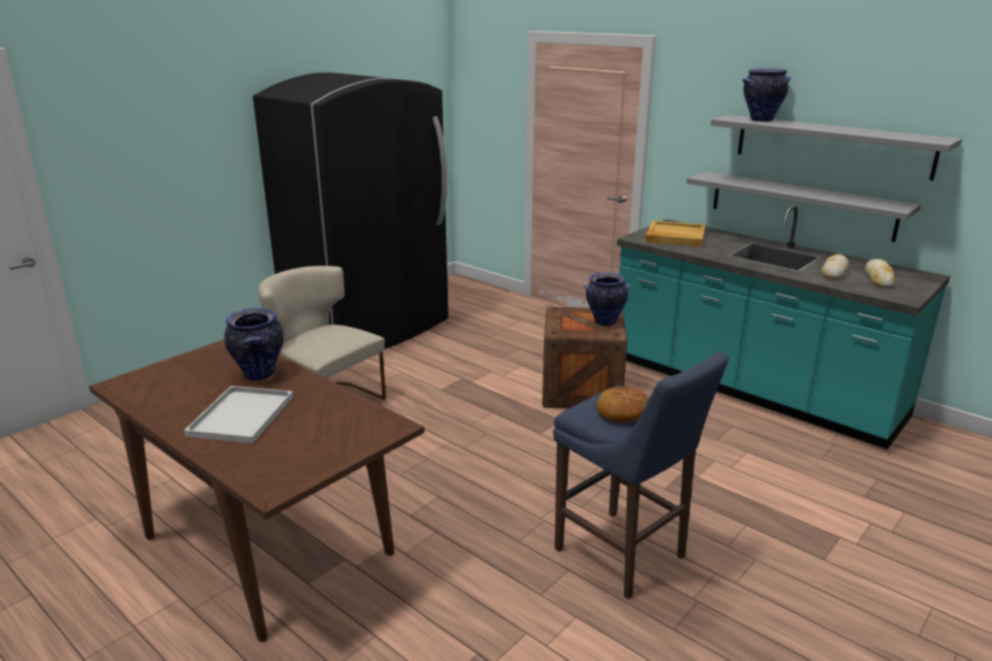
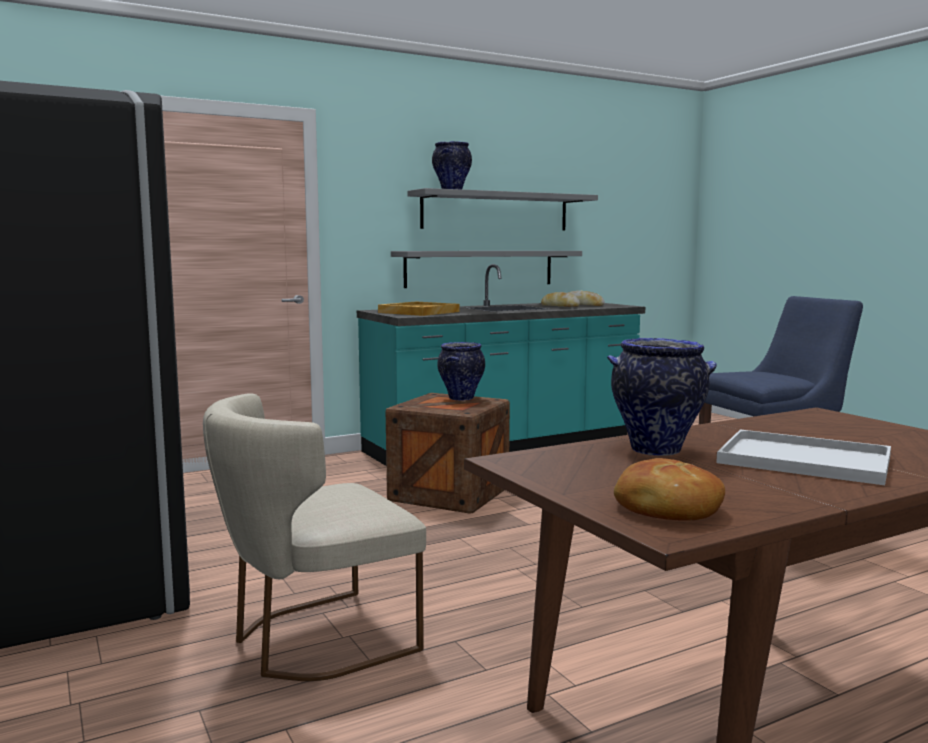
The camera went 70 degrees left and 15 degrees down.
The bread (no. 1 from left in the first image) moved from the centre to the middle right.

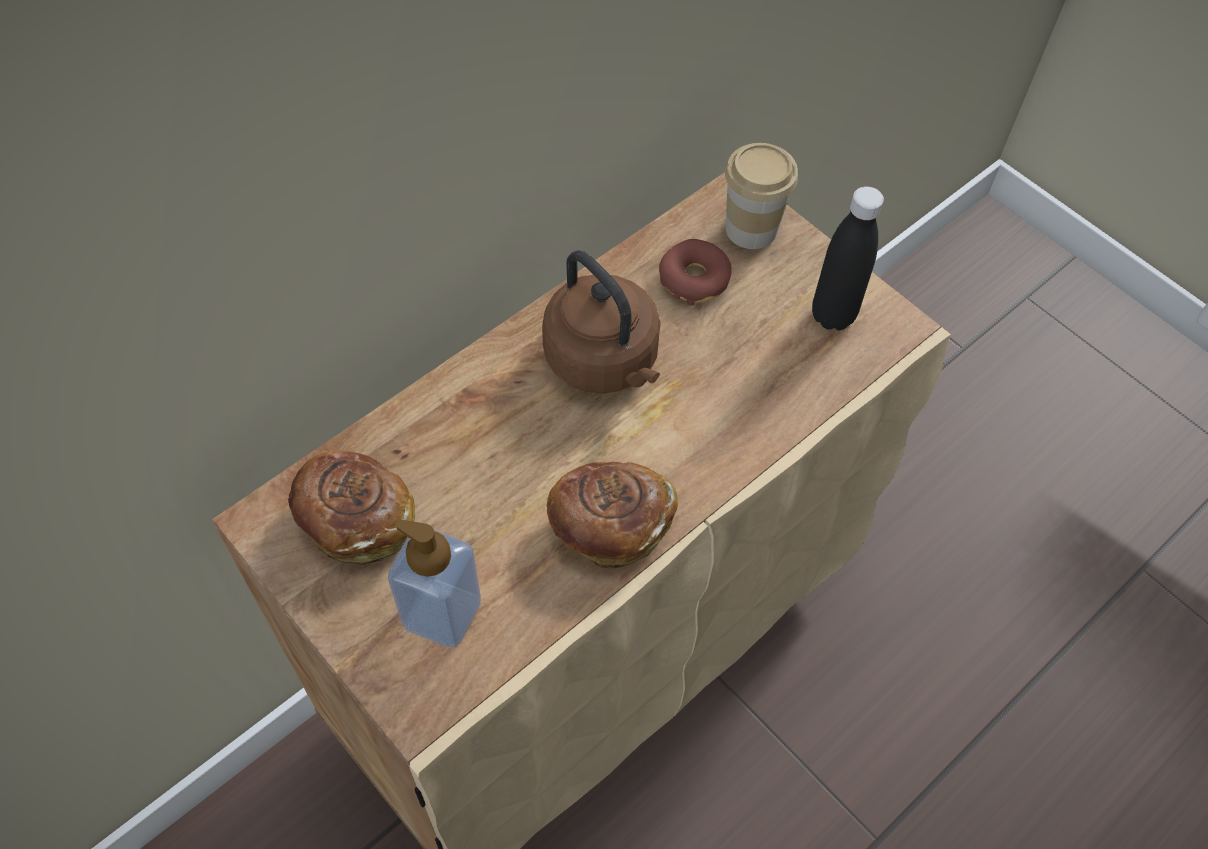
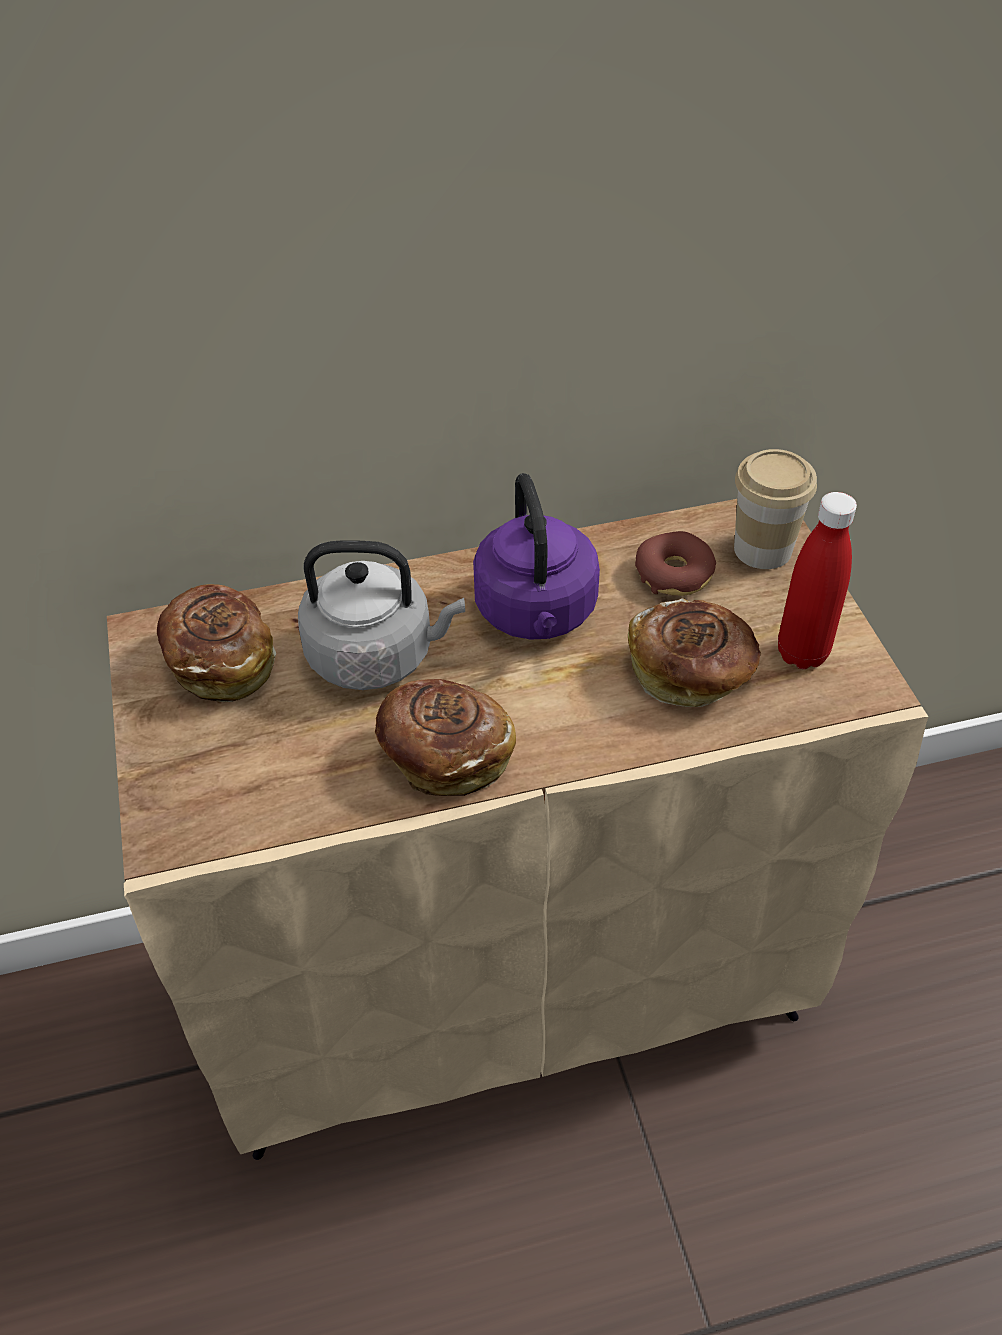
The camera went 30 degrees right and 10 degrees down.
The soap dispenser at the bottom centre disappeared.
The brown kettle at the centre became the purple kettle at the centre.
The black bottle at the top right became the red bottle at the middle right.
The grey kettle at the centre appeared.
The bread (no. 3 from left) at the middle right appeared.

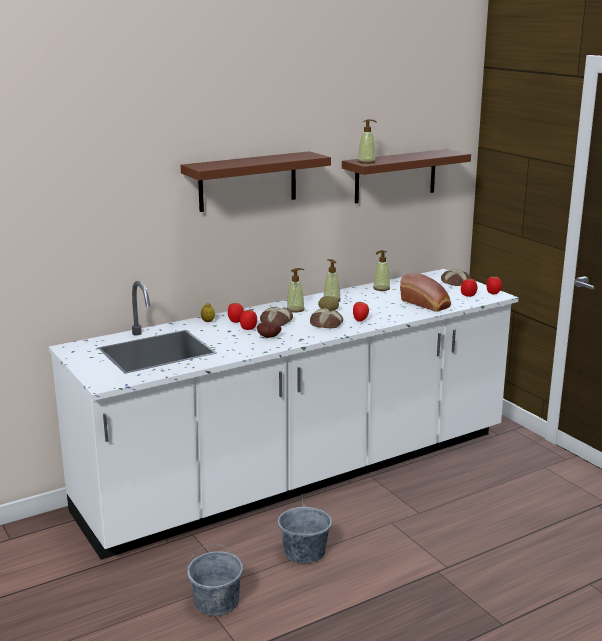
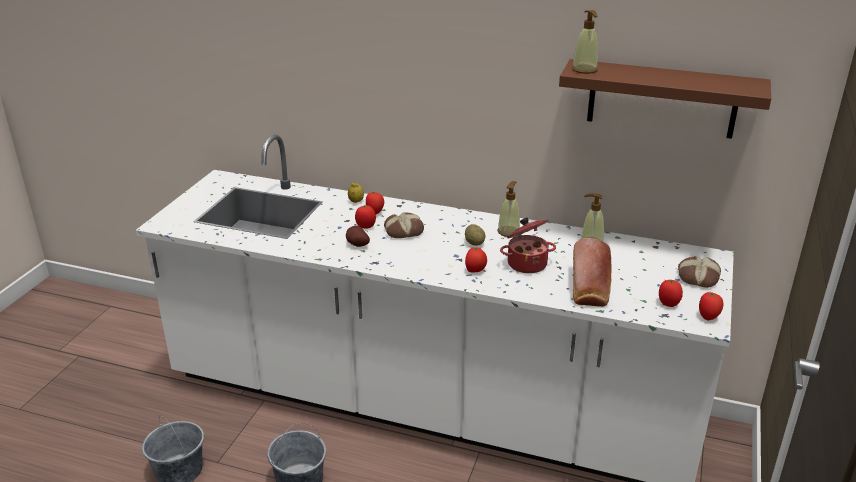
The camera went 50 degrees right and 10 degrees up.
The brown shelf (no. 1 from left) at the top centre disappeared.
The soap dispenser (no. 1 from left) at the centre disappeared.
The bread (no. 2 from left) at the centre disappeared.
The cooking pot at the centre appeared.

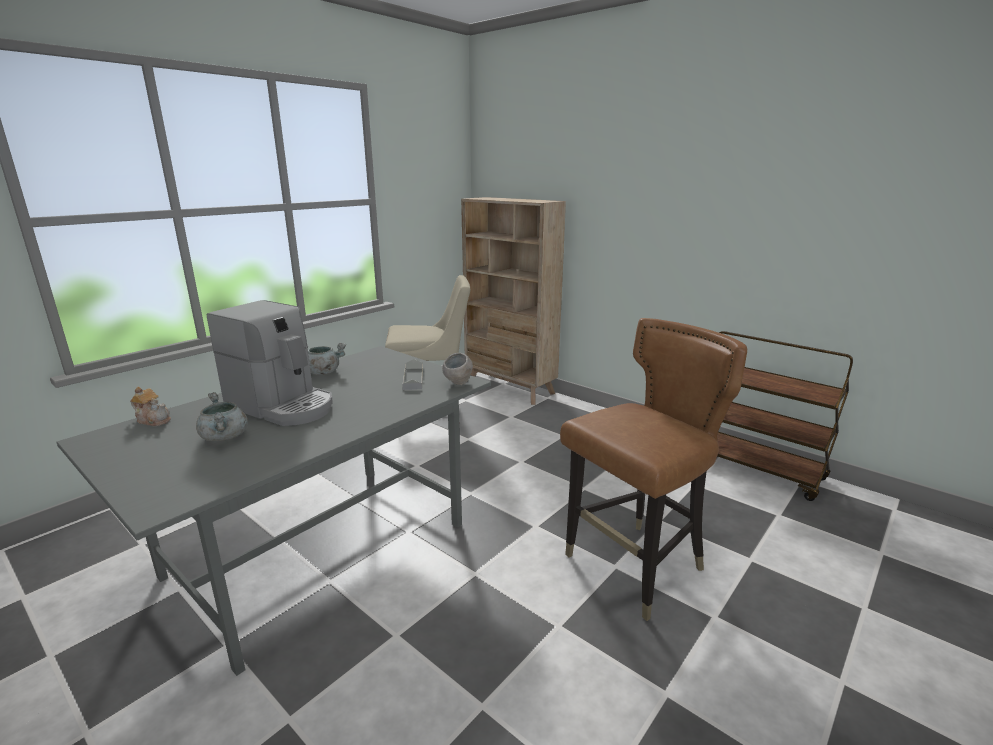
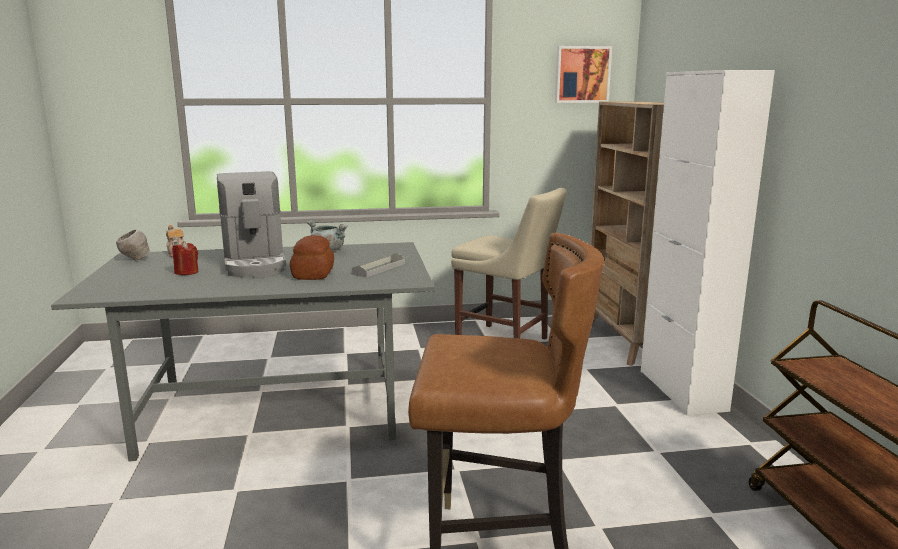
The camera went 40 degrees right and 5 degrees down.
The grey cooking pot (no. 1 from left) at the middle left was replaced by the red candle at the middle left.
The grey bowl moved from the centre to the middle left.
The bread at the centre appeared.
The picture at the top centre appeared.
The white cabinet at the middle right appeared.

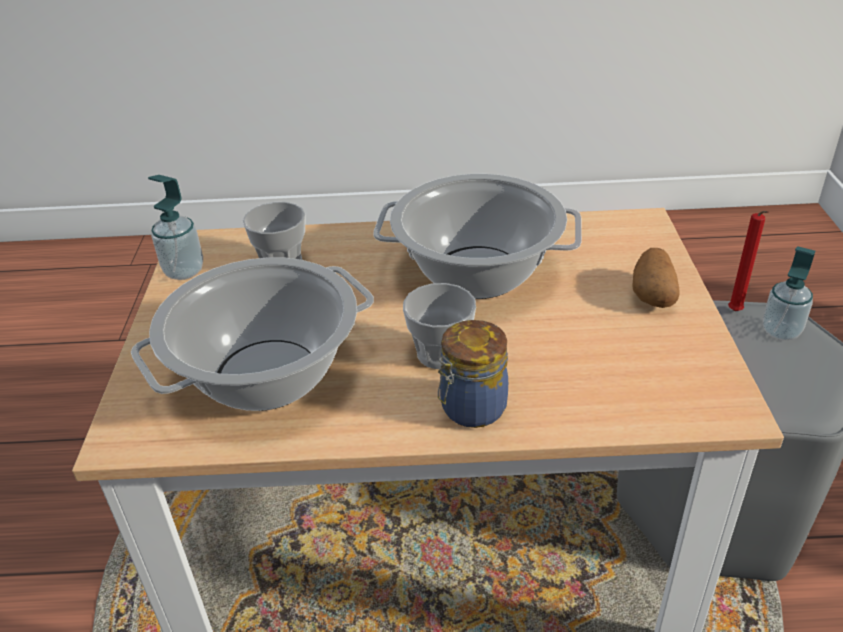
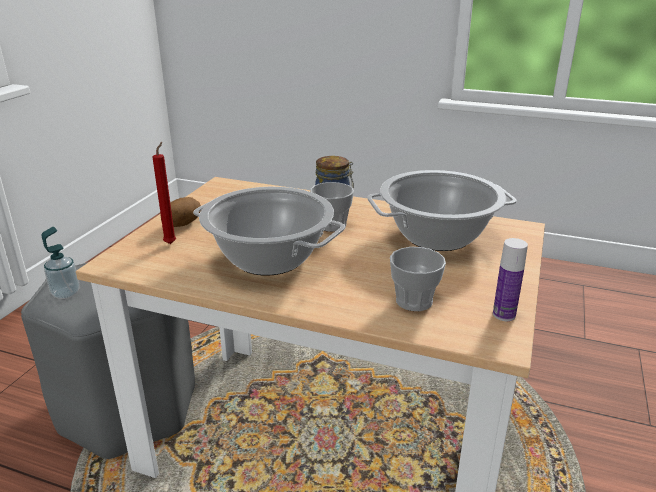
The camera went 160 degrees left and 10 degrees down.
The soap dispenser (no. 1 from left) at the middle left was replaced by the bottle at the middle right.
The red candle moved from the middle right to the middle left.

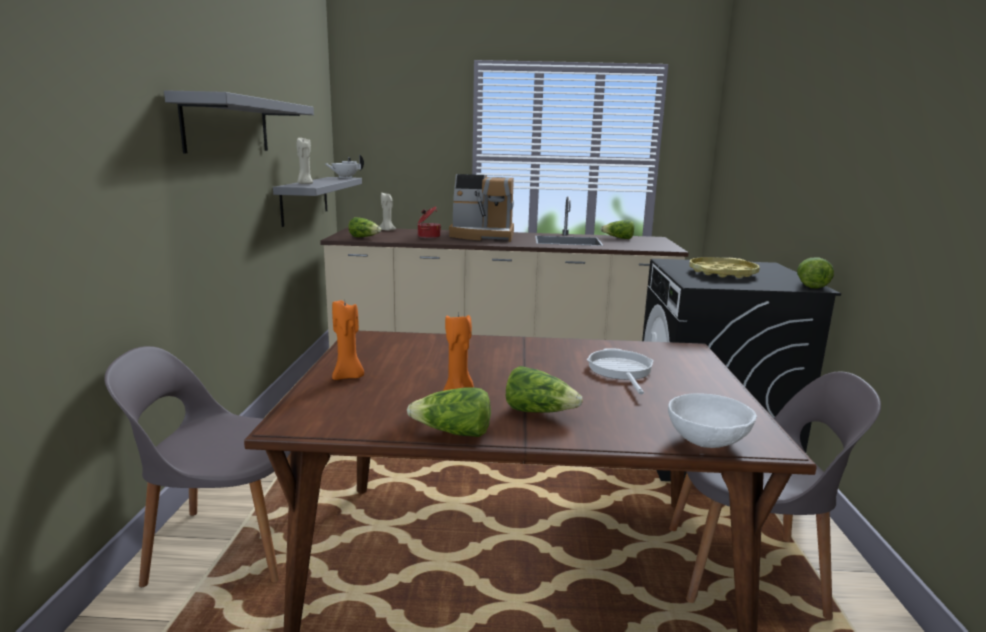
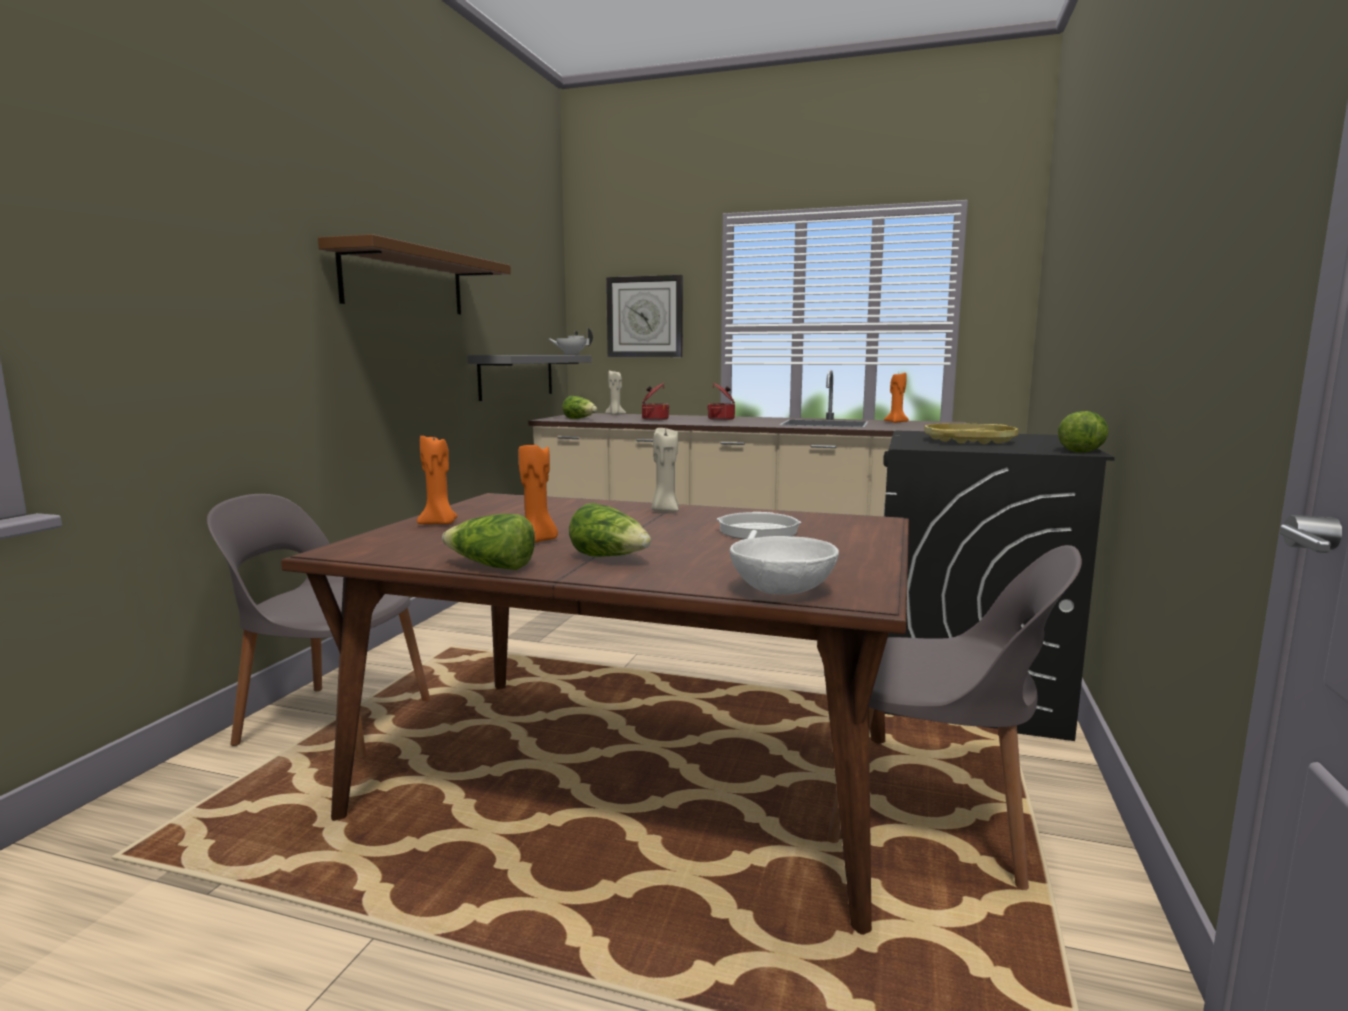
The camera went 15 degrees right and 5 degrees down.
The grey shelf (no. 1 from left) at the top left became the brown shelf at the top left.
The beige candle (no. 1 from left in the first image) moved from the top left to the centre.
The coffee machine at the top centre was replaced by the cooking pot (no. 2 from left) at the centre.
The lettuce (no. 4 from left) at the centre was replaced by the orange candle (no. 3 from left) at the centre.
The wall clock at the top centre appeared.

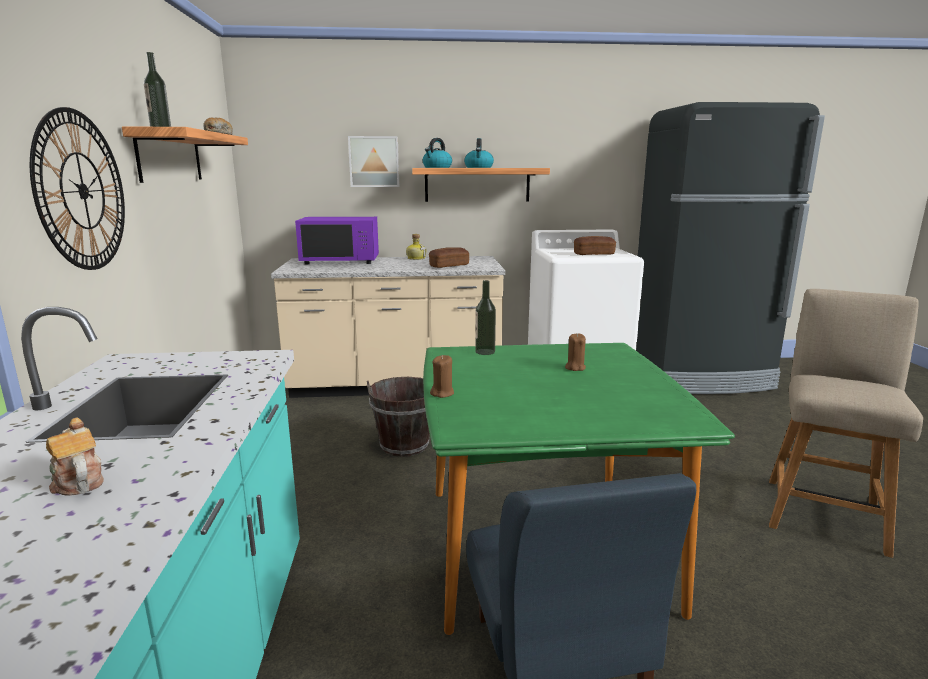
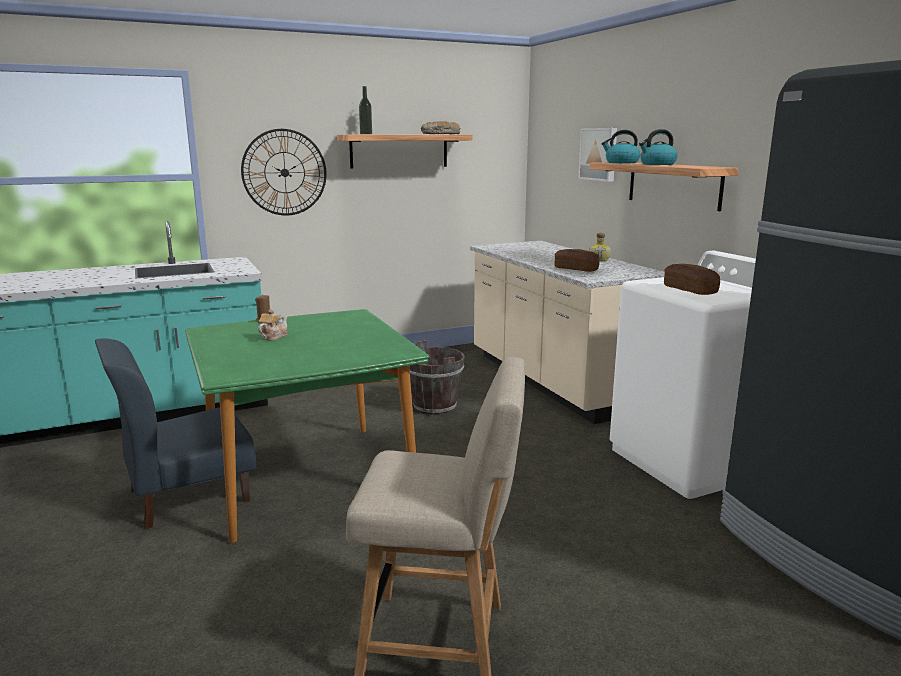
The camera went 70 degrees right and 0 degrees up.
The teapot moved from the bottom left to the middle left.
The purple microwave at the centre disappeared.
The bottle (no. 3 from left) at the centre disappeared.
The brown candle (no. 2 from left) at the centre disappeared.

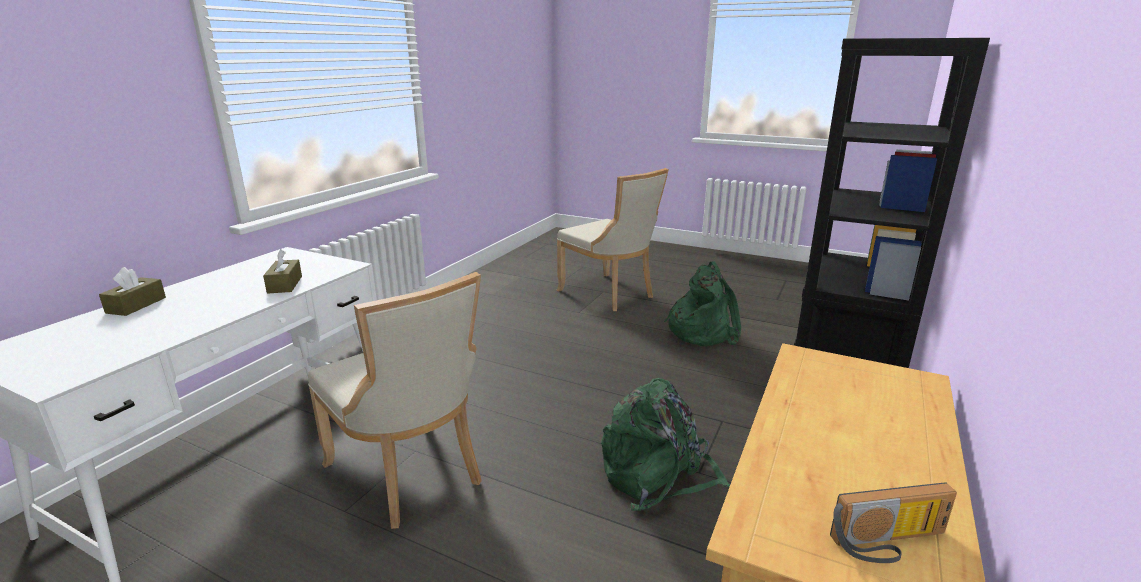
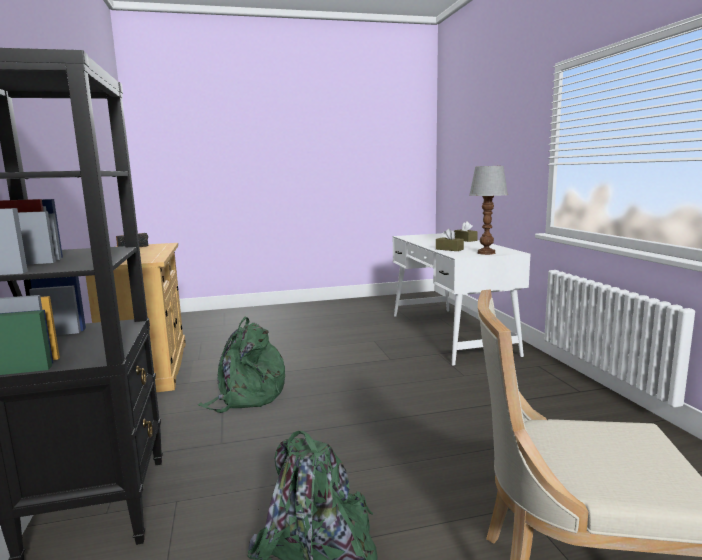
The camera went 140 degrees right and 10 degrees down.
The beige chair (no. 1 from left) at the bottom centre disappeared.
The table lamp at the middle right appeared.

